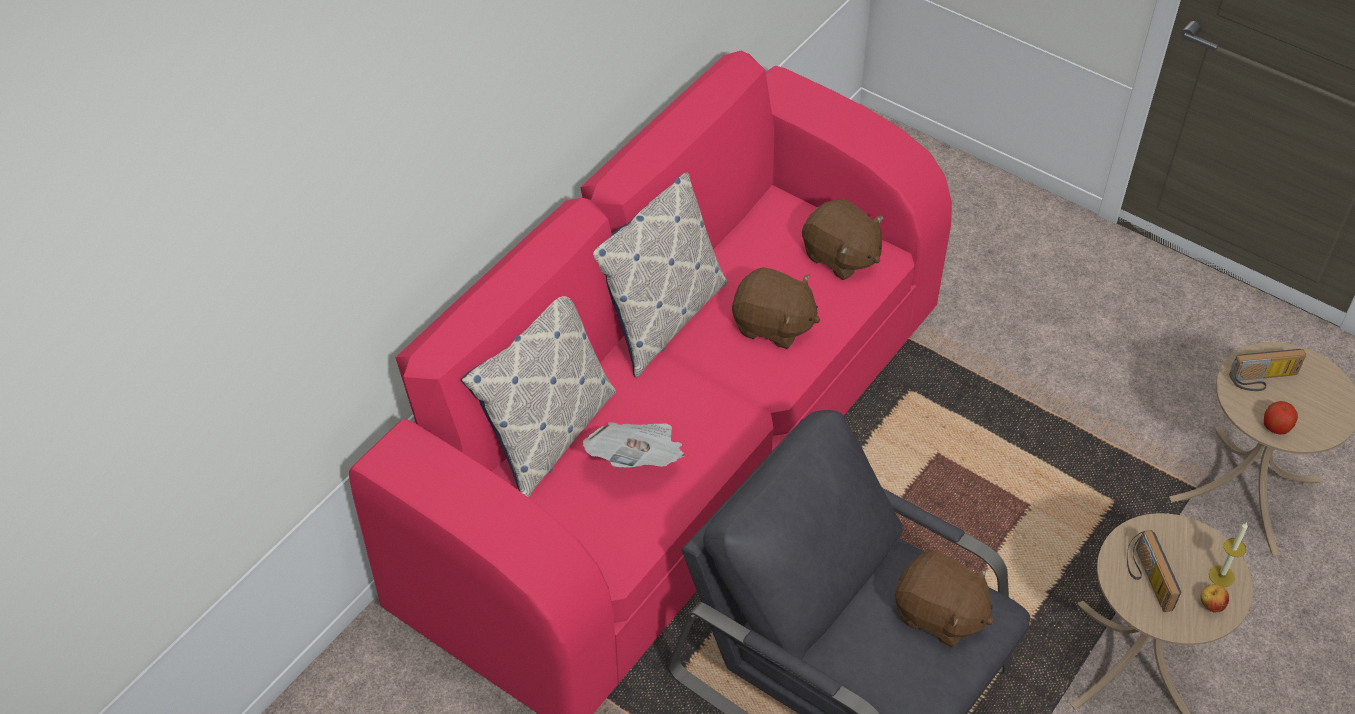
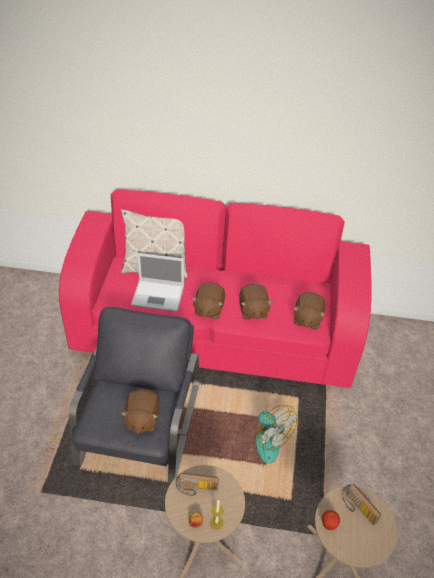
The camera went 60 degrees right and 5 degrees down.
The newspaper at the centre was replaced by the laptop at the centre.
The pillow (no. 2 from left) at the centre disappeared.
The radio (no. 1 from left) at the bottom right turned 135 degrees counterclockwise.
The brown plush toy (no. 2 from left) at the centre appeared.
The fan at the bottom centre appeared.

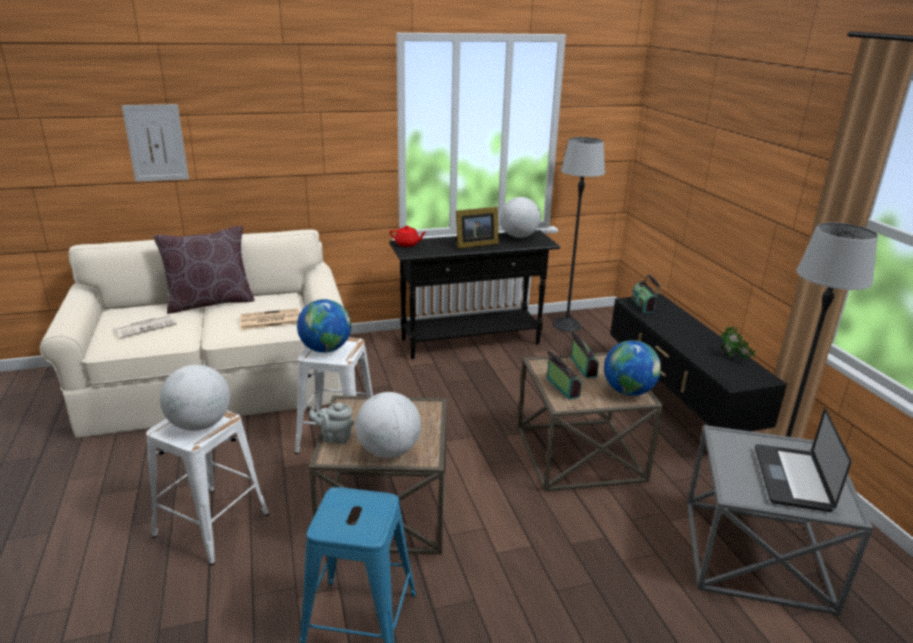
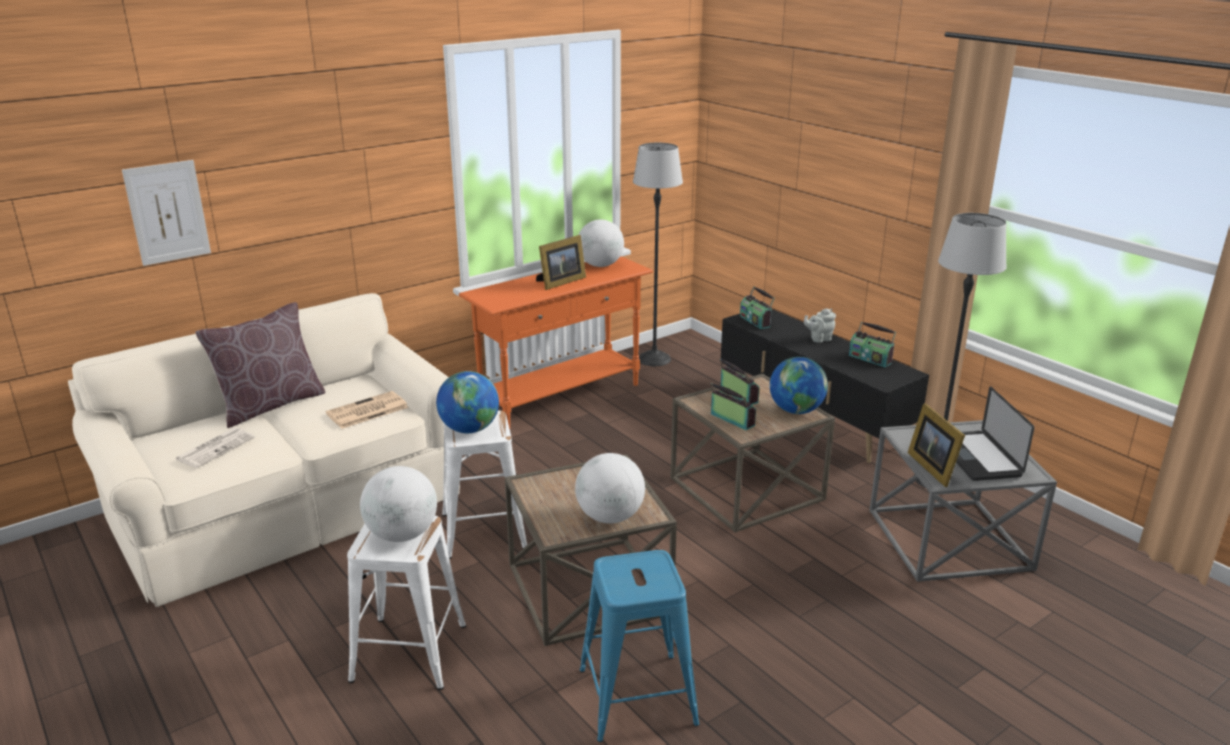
The camera went 20 degrees left and 0 degrees up.
The grey teapot moved from the centre to the middle right.
The black console table at the centre became the orange console table at the centre.
The red teapot at the centre disappeared.
The potted plant at the middle right was replaced by the radio (no. 4 from left) at the middle right.
The picture frame (no. 2 from left) at the middle right appeared.

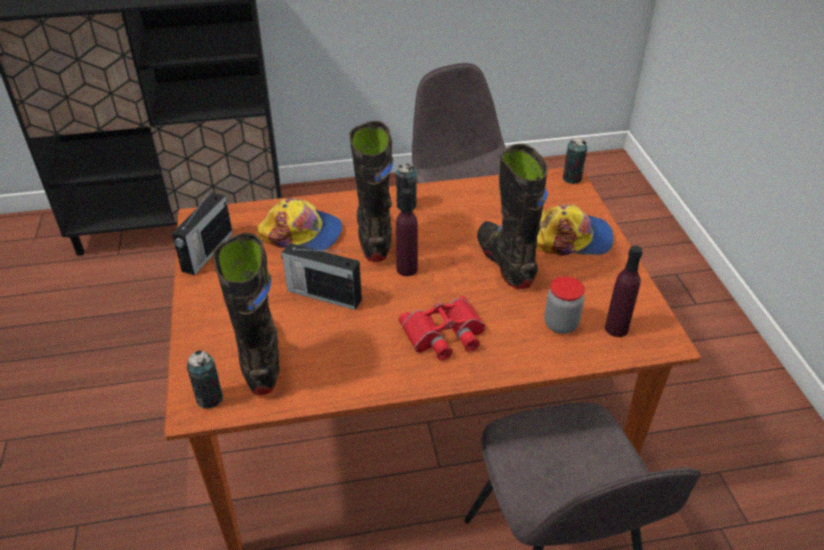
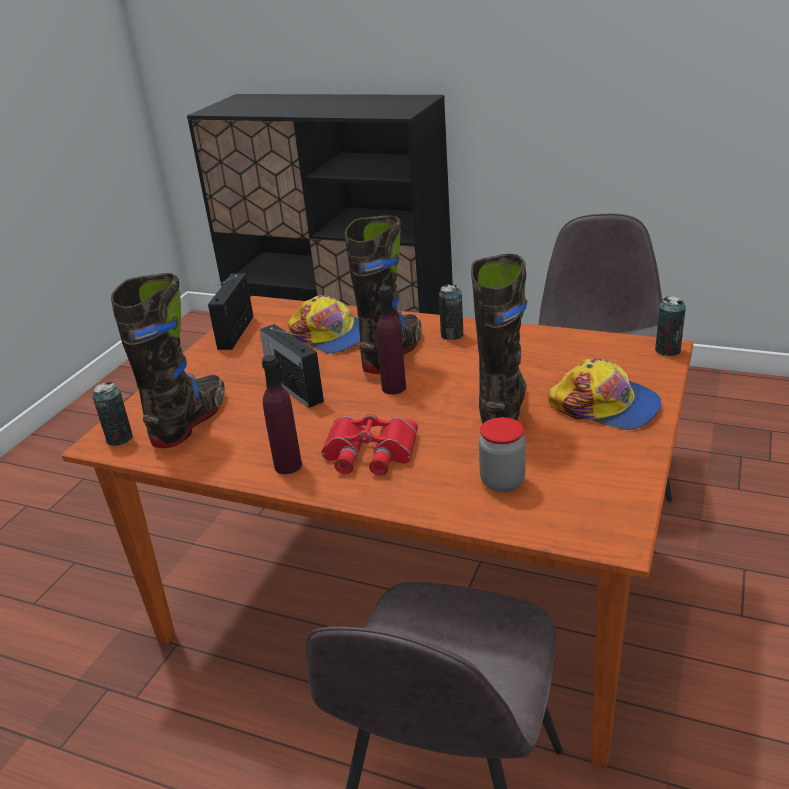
The camera went 35 degrees right and 10 degrees down.
The radio (no. 1 from left) at the middle left turned 135 degrees clockwise.
The purple bottle (no. 2 from left in the first image) moved from the middle right to the centre.

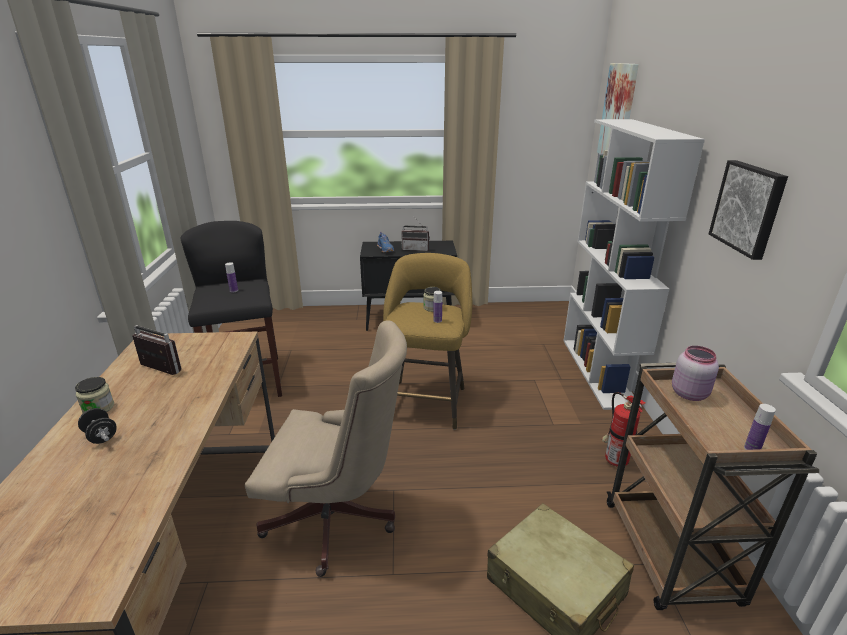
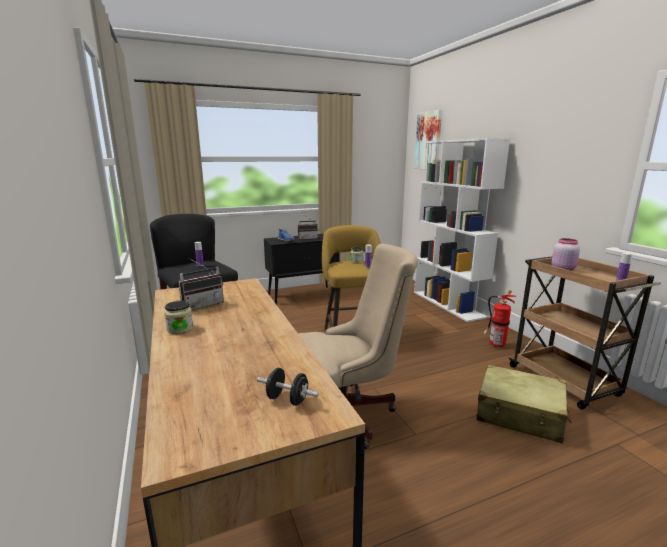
The camera went 20 degrees left and 10 degrees down.
The black dumbbell moved from the bottom left to the bottom centre.
The radio (no. 1 from left) at the middle left turned 135 degrees clockwise.
The picture (no. 2 from left) at the top right disappeared.

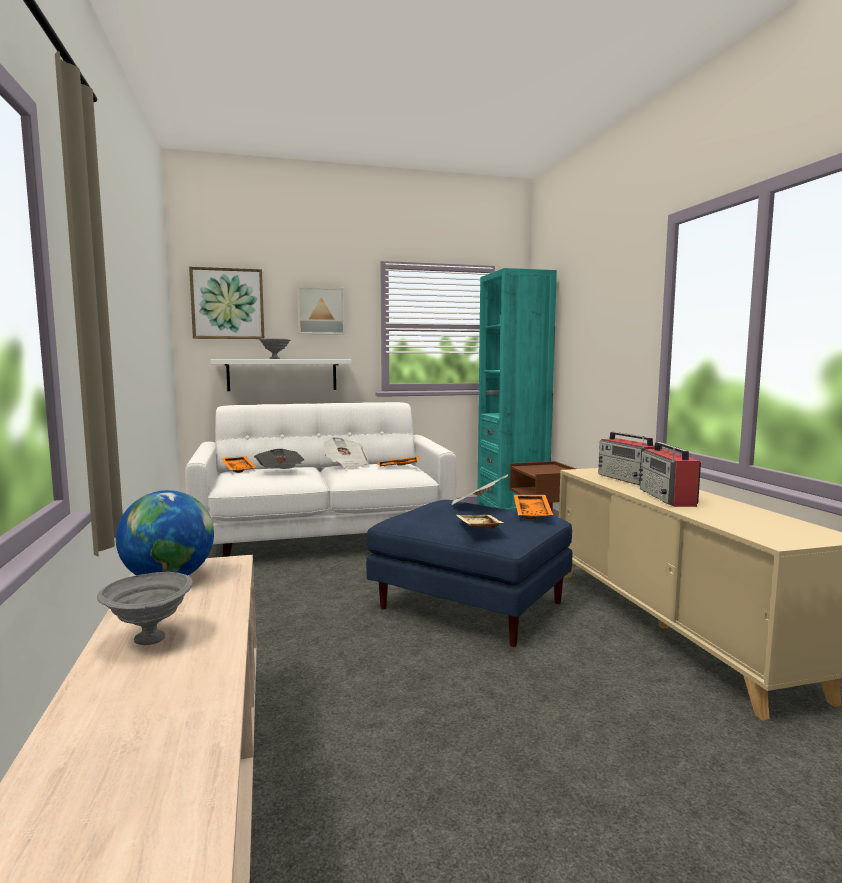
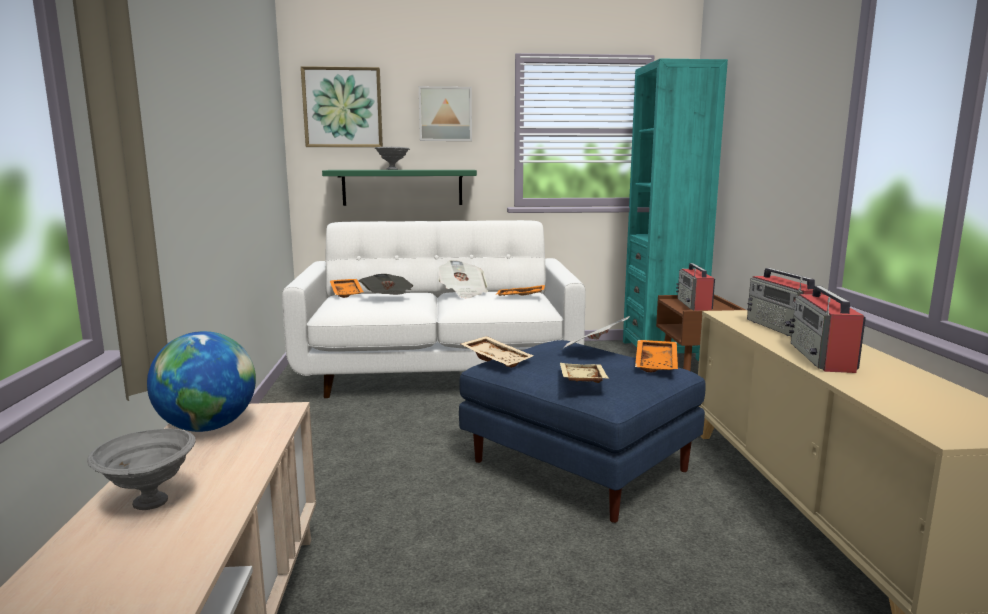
The camera went 10 degrees right and 5 degrees up.
The white shelf at the centre became the green shelf at the top centre.
The beige tray (no. 1 from left) at the centre appeared.
The radio (no. 1 from left) at the middle right appeared.

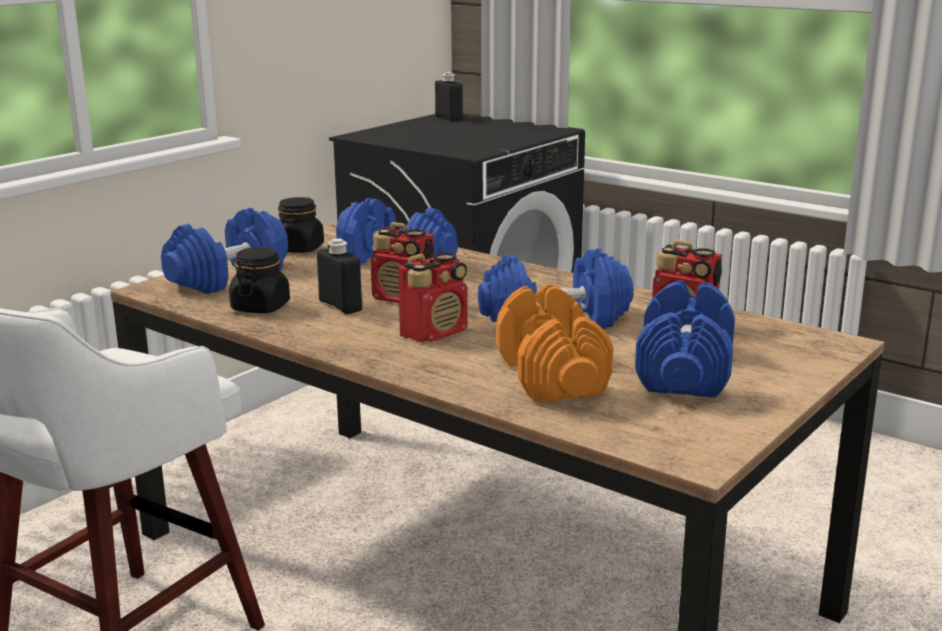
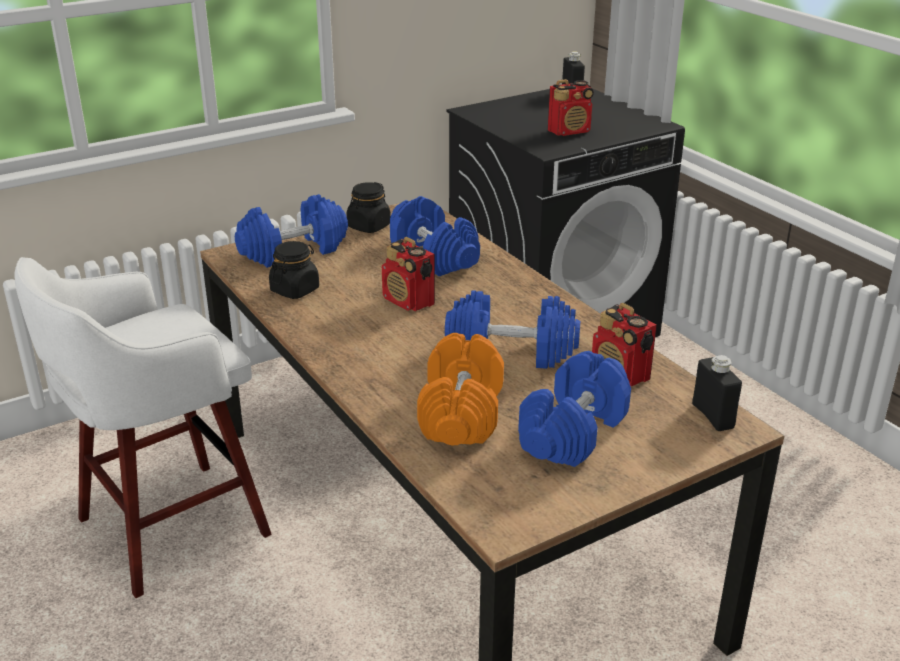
The camera went 20 degrees right and 10 degrees up.
The black bottle (no. 1 from left in the first image) moved from the centre to the middle right.
The radio (no. 2 from left) moved from the centre to the top centre.

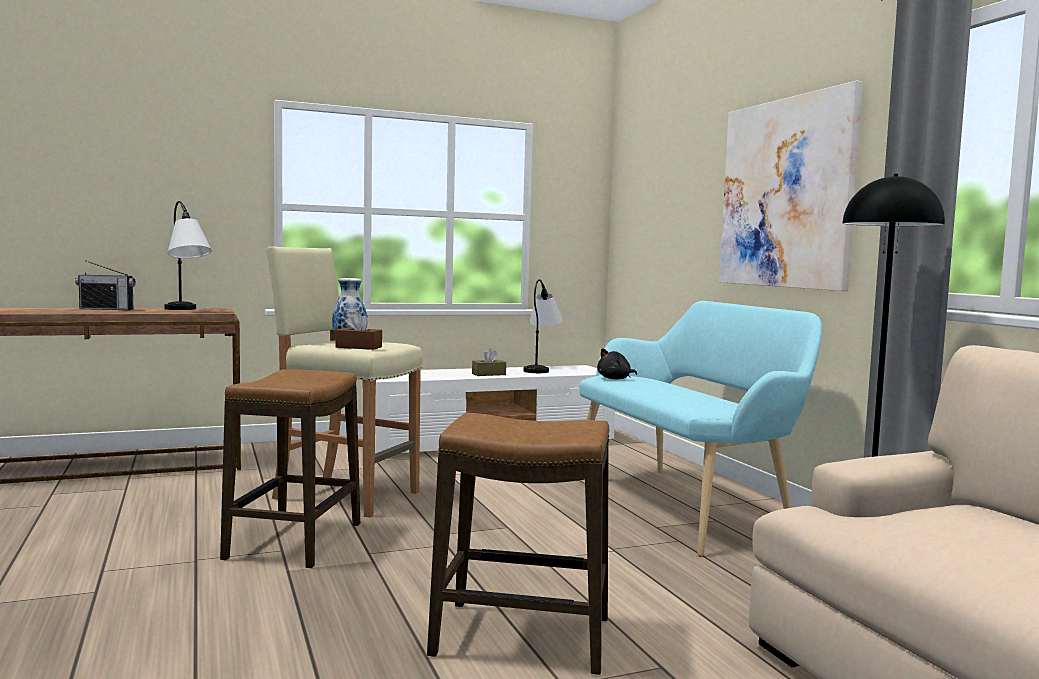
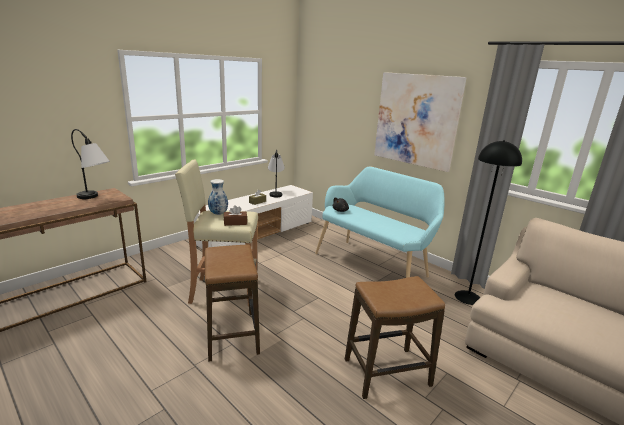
The camera went 25 degrees left and 15 degrees up.
The radio at the middle left disappeared.

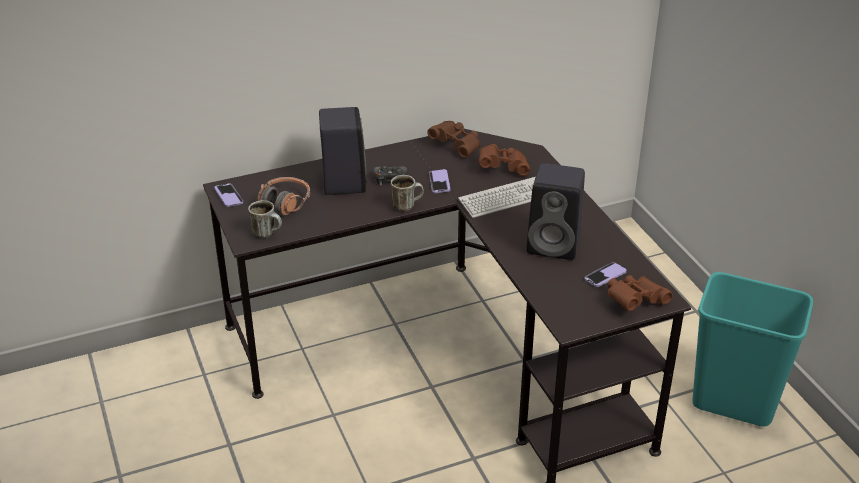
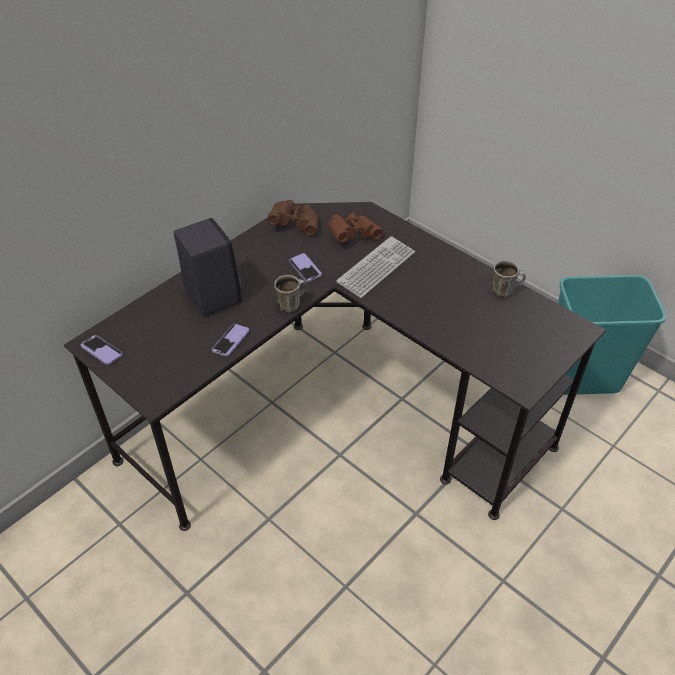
The camera went 25 degrees left and 10 degrees up.
The mug (no. 1 from left in the first image) moved from the middle left to the middle right.
The headphones at the middle left disappeared.
The black game controller at the centre disappeared.
The black speaker (no. 2 from left) at the centre disappeared.
The phone (no. 3 from left in the first image) moved from the middle right to the centre.
The brown binoculars (no. 3 from left) at the middle right disappeared.

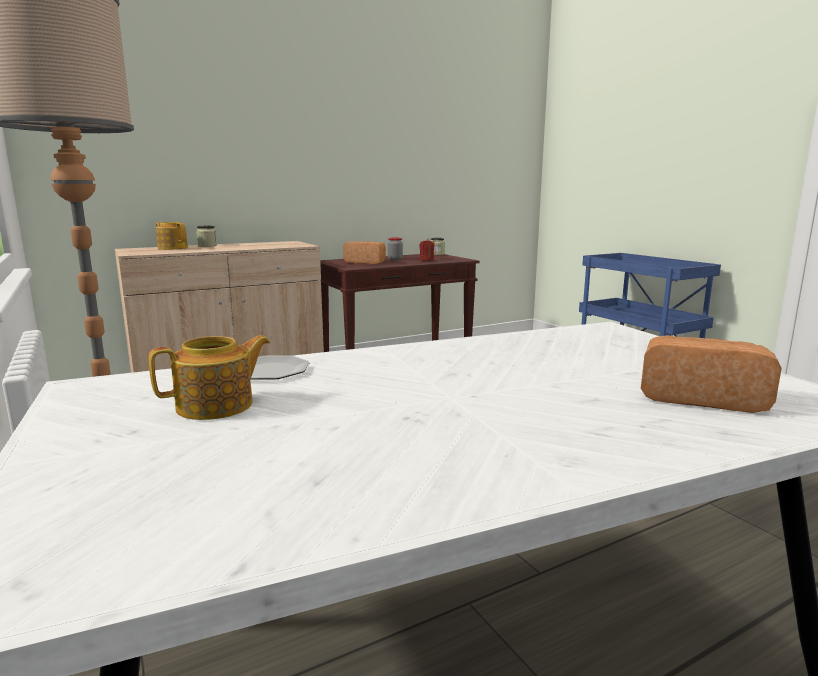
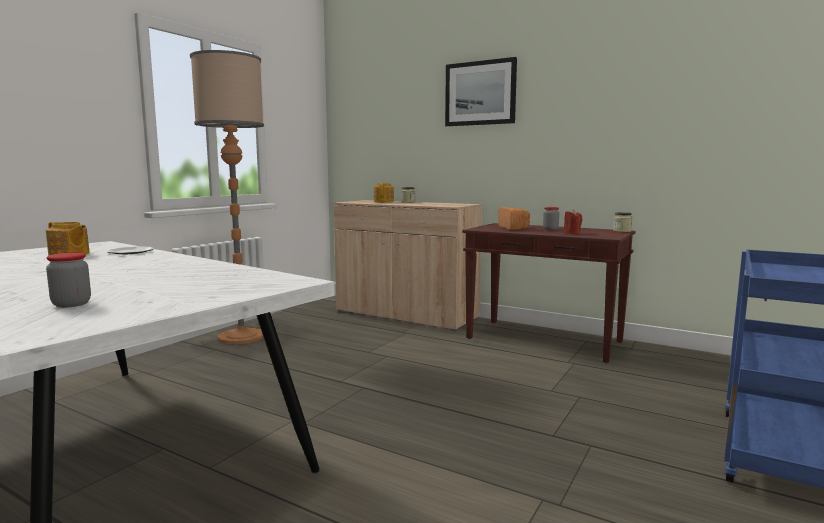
The camera went 60 degrees right and 5 degrees down.
The bread (no. 2 from left) at the middle right was replaced by the jar (no. 1 from left) at the middle left.
The picture at the top centre appeared.

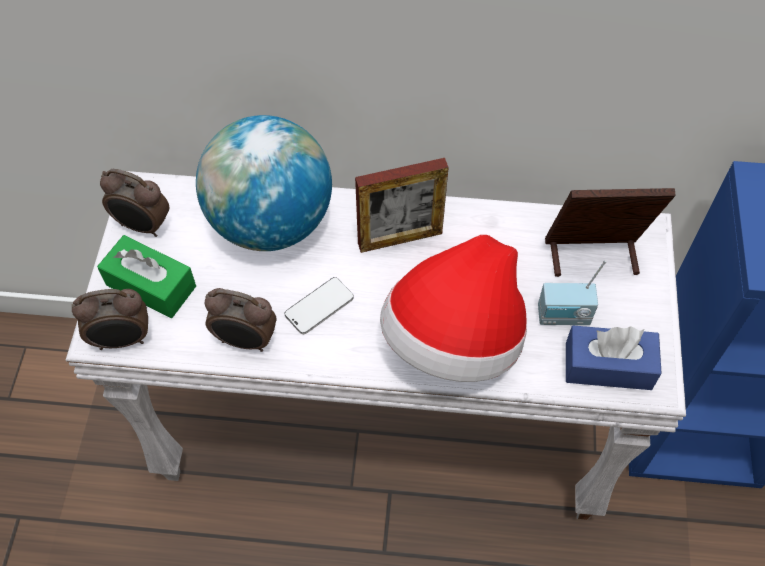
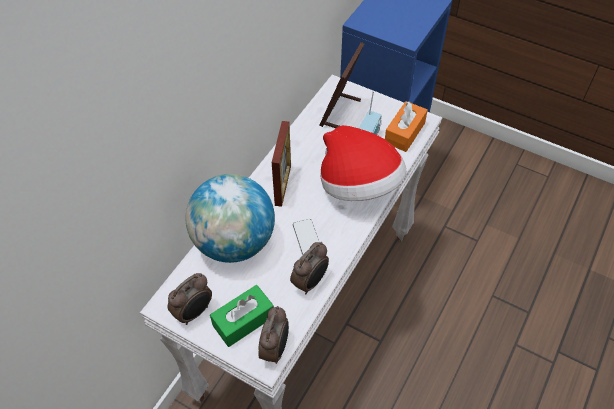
The camera went 65 degrees left and 5 degrees down.
The blue tissue box at the middle right became the orange tissue box at the top centre.

